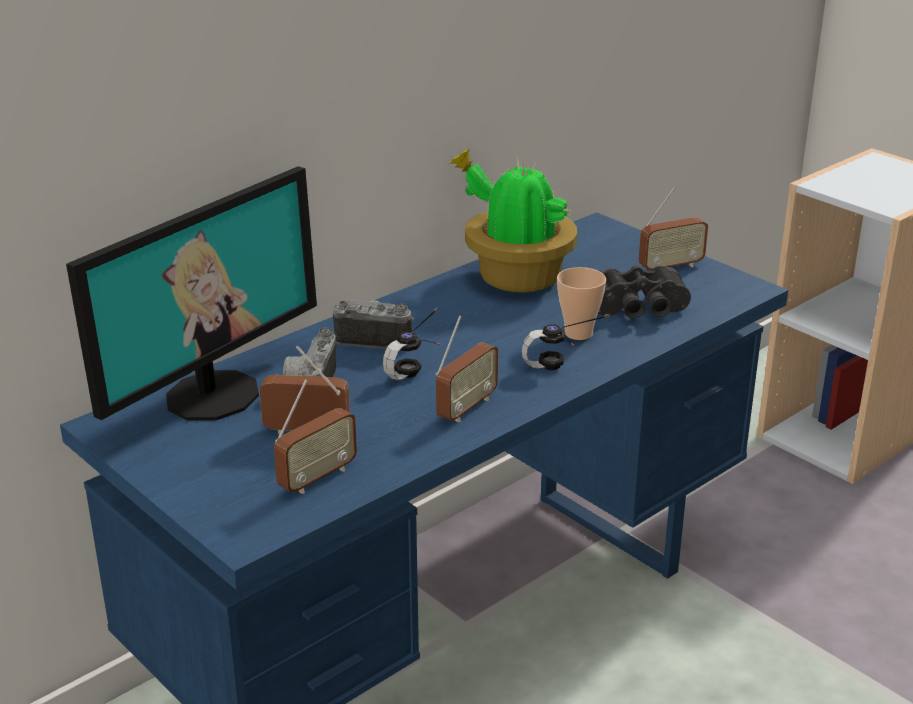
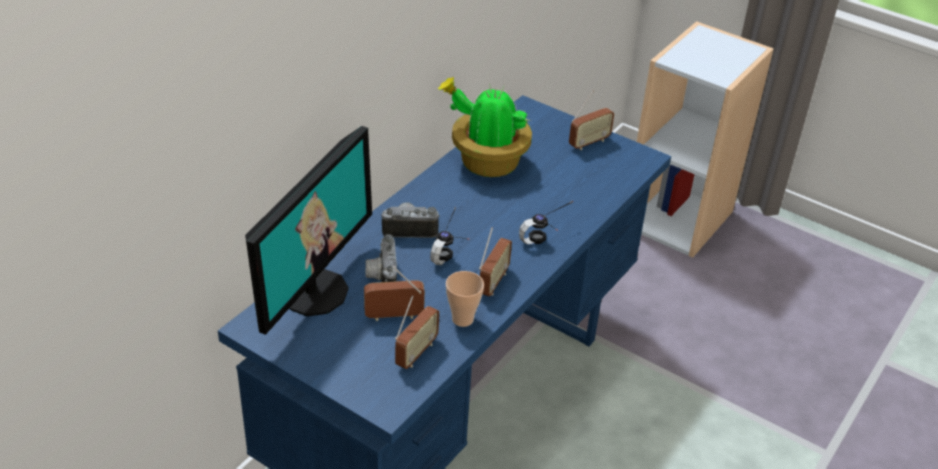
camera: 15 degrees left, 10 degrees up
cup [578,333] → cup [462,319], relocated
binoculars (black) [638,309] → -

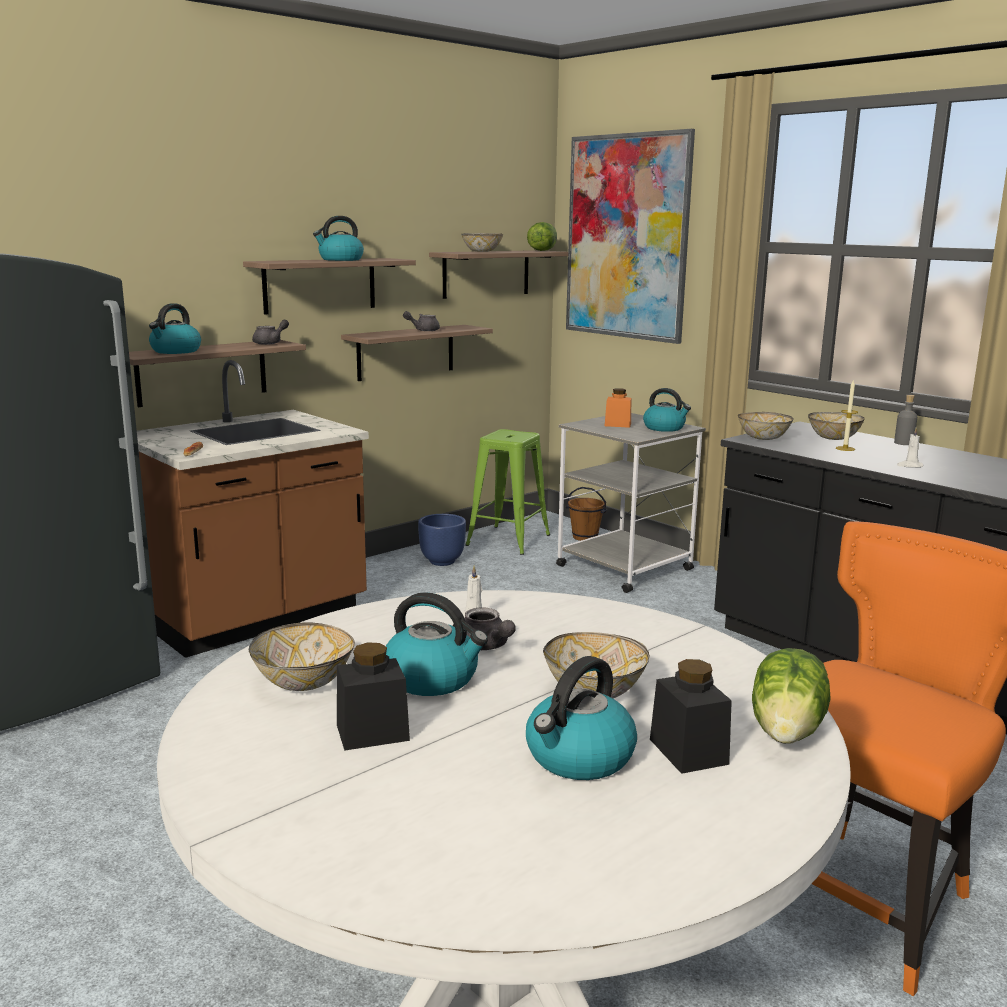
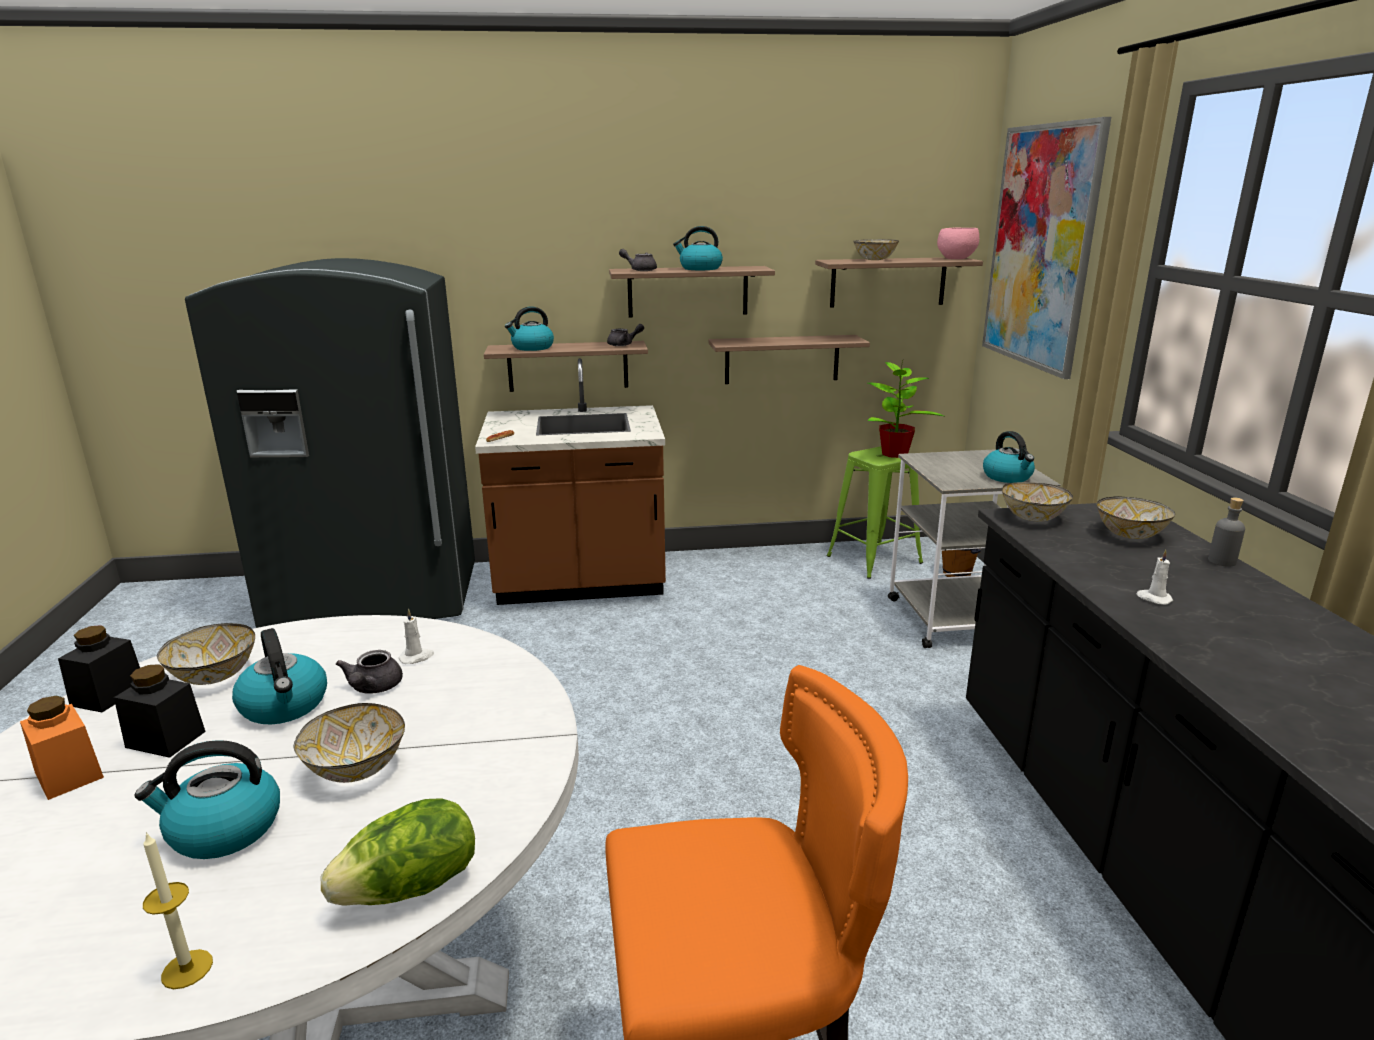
camera: 35 degrees right, 5 degrees up
jar (orange) [617,424] → jar (orange) [69,775], relocated
jar (black) [688,751] → jar (black) [108,695], relocated
candle [845,448] → candle [187,969], relocated
teapot (grey) [423,330] → teapot (grey) [640,270], relocated
- → potted plant [895,454]
lettuce [542,250] → bowl (pink) [955,259]
planter (blue) [442,561] → -

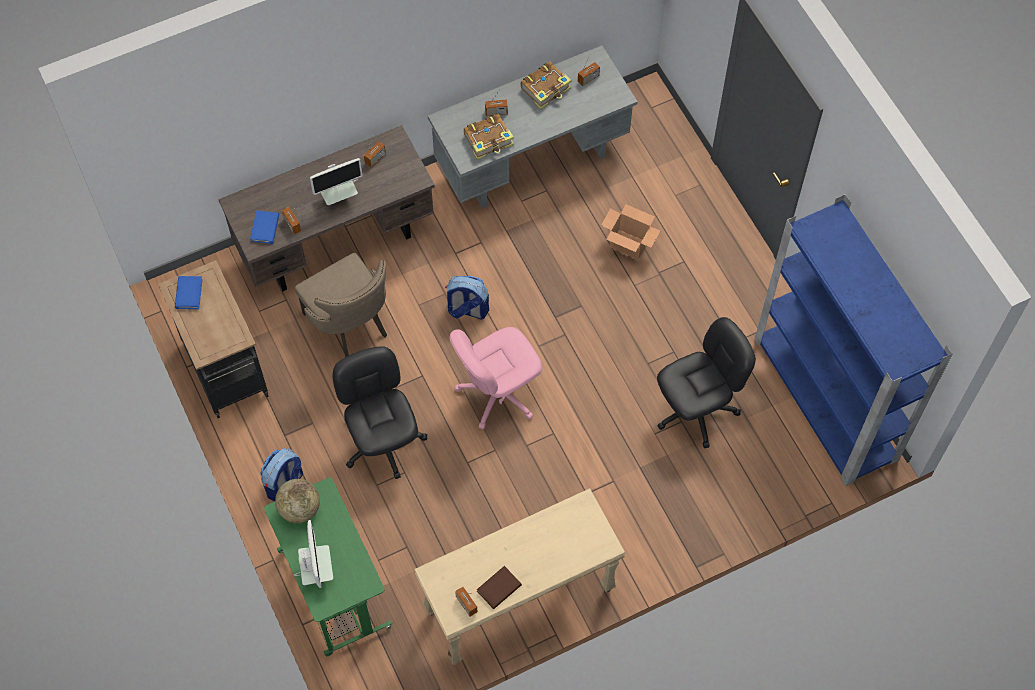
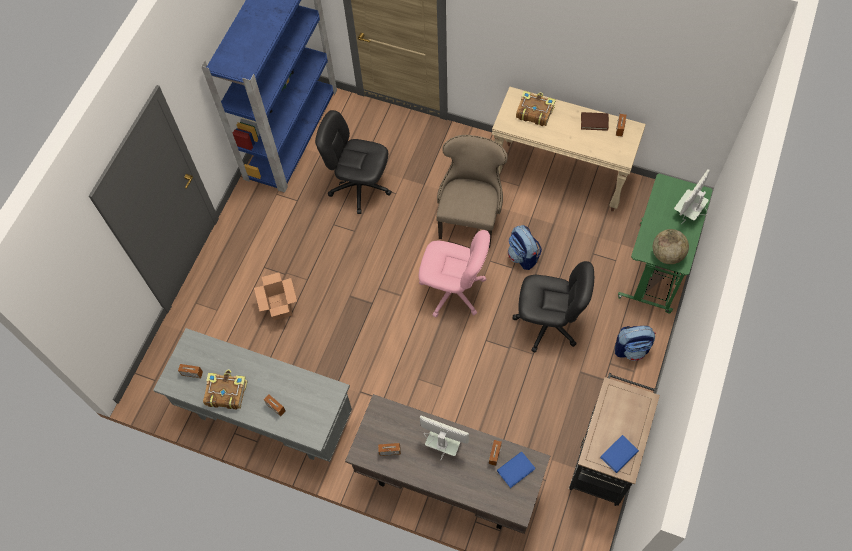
camera: 130 degrees left, 0 degrees up
chair (beige) [350,324] → chair (beige) [470,217], relocated
backpack [467,309] → backpack [523,256], relocated
office chair (black) [383,440] → office chair (black) [548,323], 105 degrees counterclockwise
book [489,141] → book [534,112], relocated

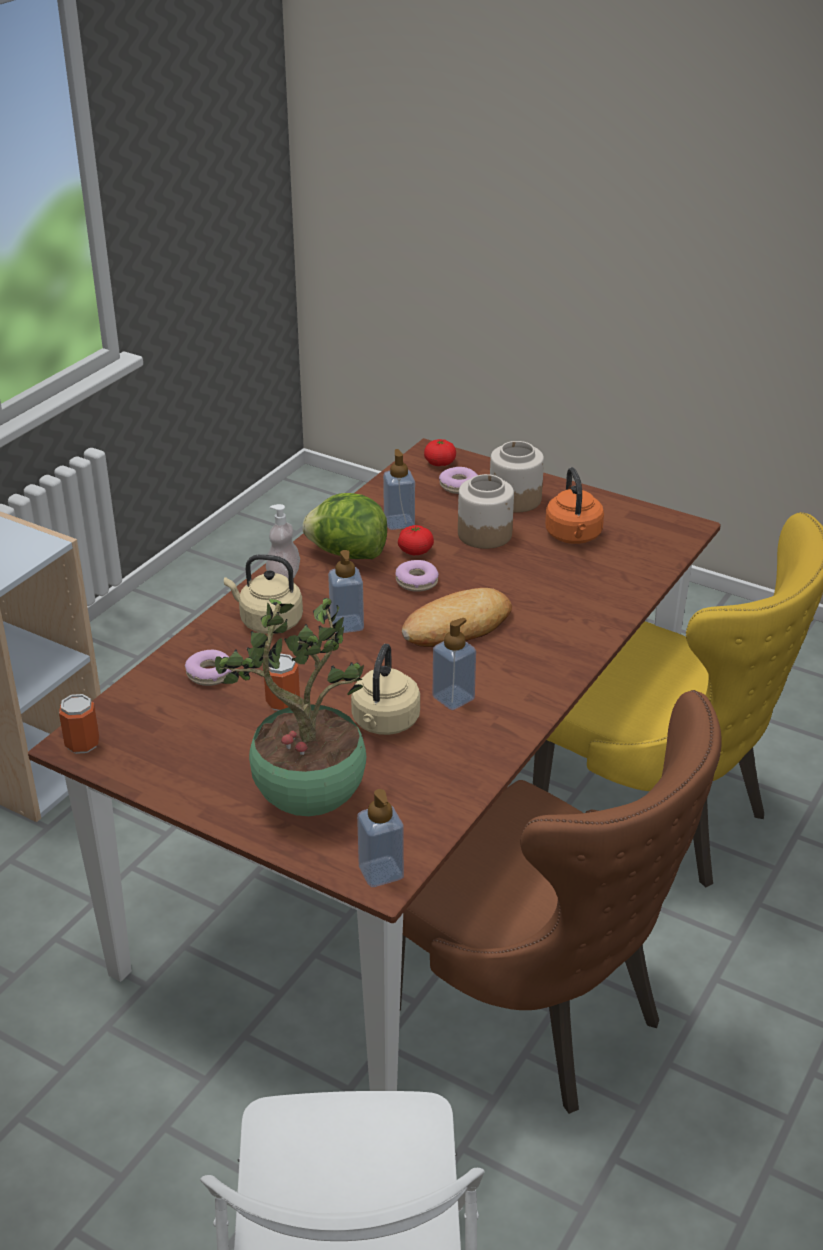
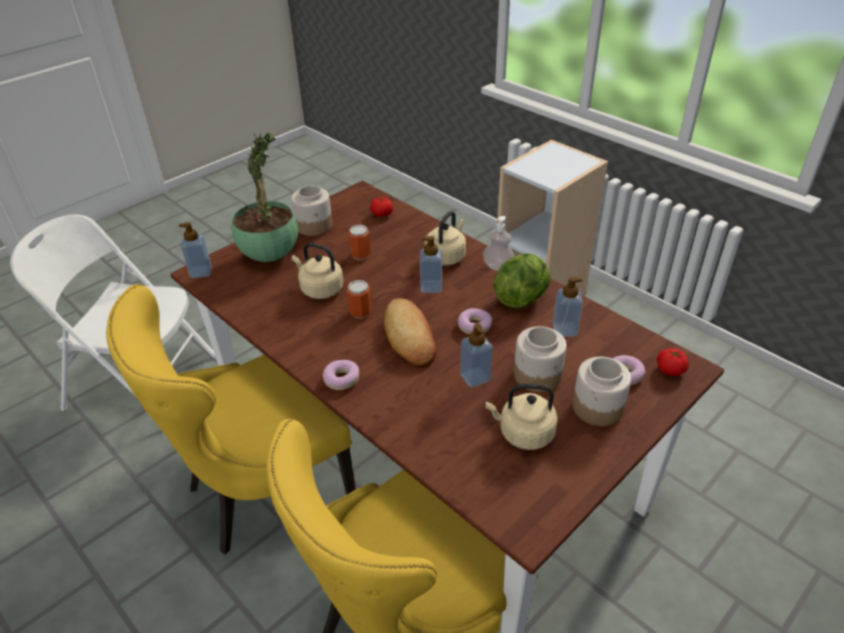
camera: 105 degrees right, 5 degrees up
chair (brown) [538,1014] → chair (yellow) [262,490]
- → jar [314,226]
donut [209,674] → donut [341,379], relocated
can [82,744] → can [360,312], relocated
tomato [415,551] → tomato [382,214], relocated
soap dispenser [453,698] → soap dispenser [475,377], relocated
kettle (orange) [574,536] → kettle (beige) [523,433]

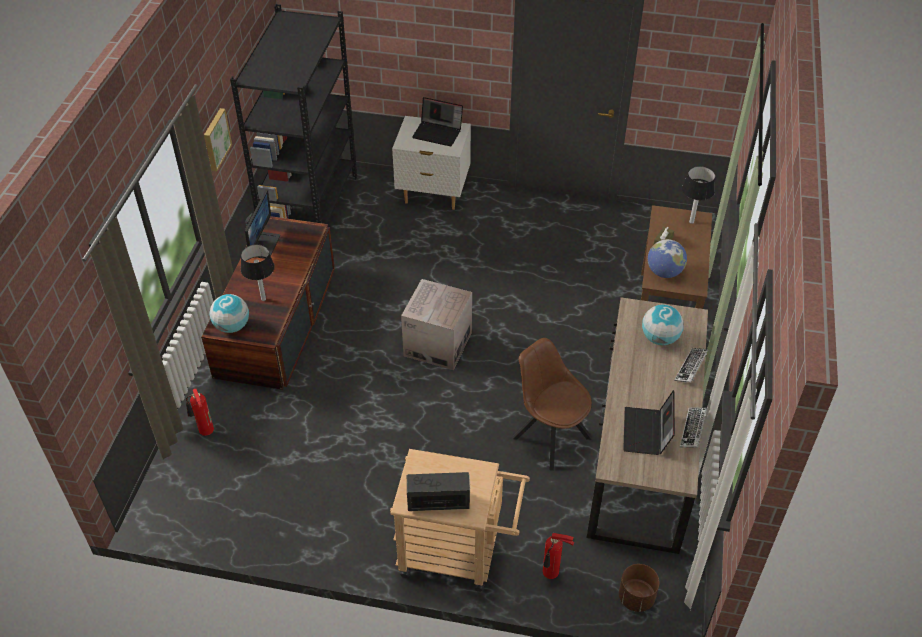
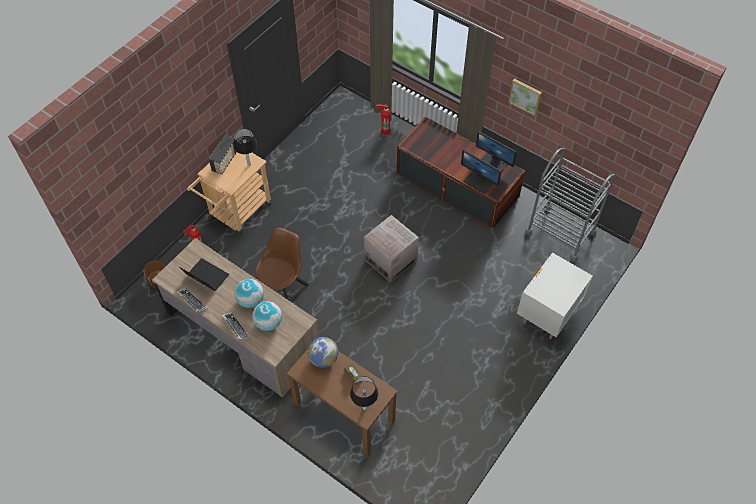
camera: 115 degrees right, 10 degrees up
table lamp [263,299] → table lamp [249,164], relocated
globe [232,326] → globe [251,300], relocated
chair (brown) [550,436] → chair (brown) [283,289], 45 degrees counterclockwise
- → monitor [478,182]
bookcase (black) [310,210] → cart (grey) [560,232]
laptop [438,133] → -

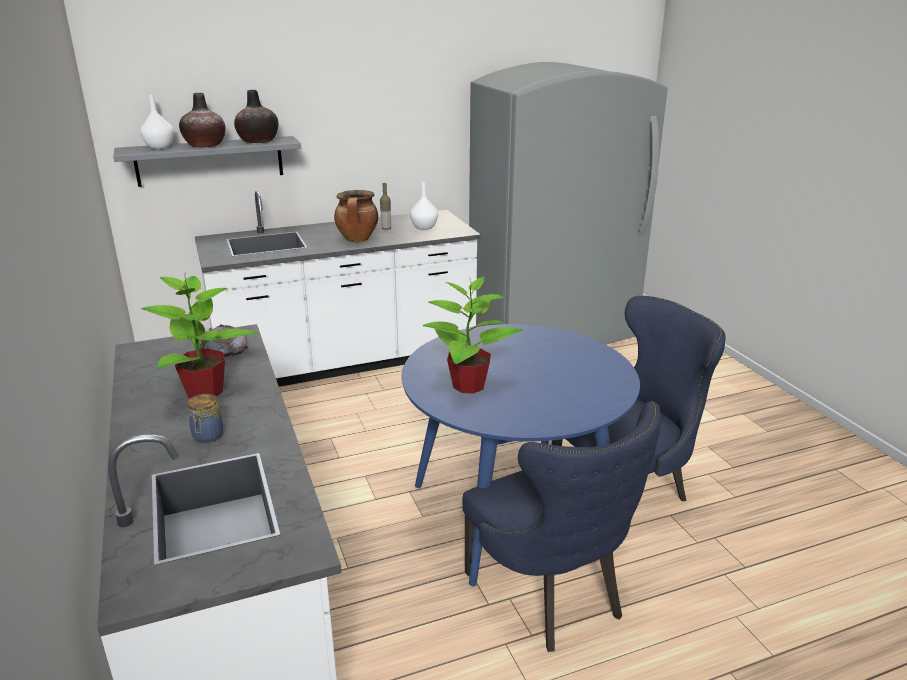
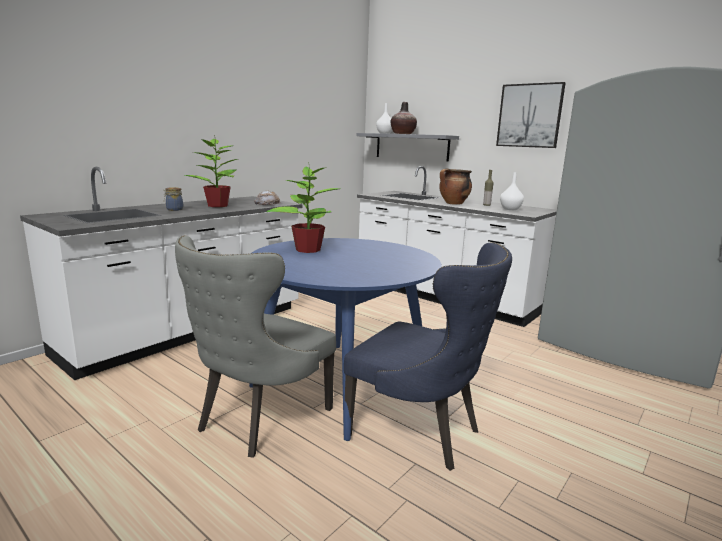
camera: 60 degrees right, 10 degrees down
chair (blue) [551,594] → chair (grey) [259,419]
- → picture [529,116]
vase [258,141] → -

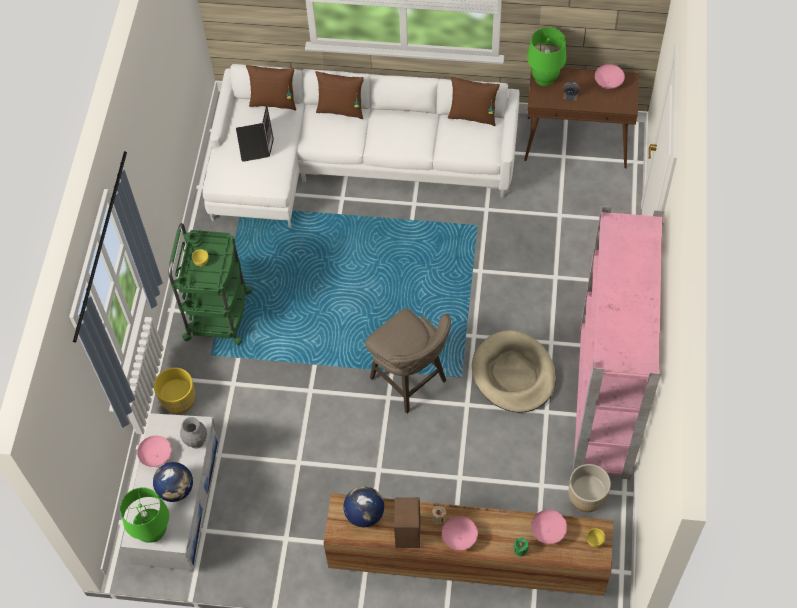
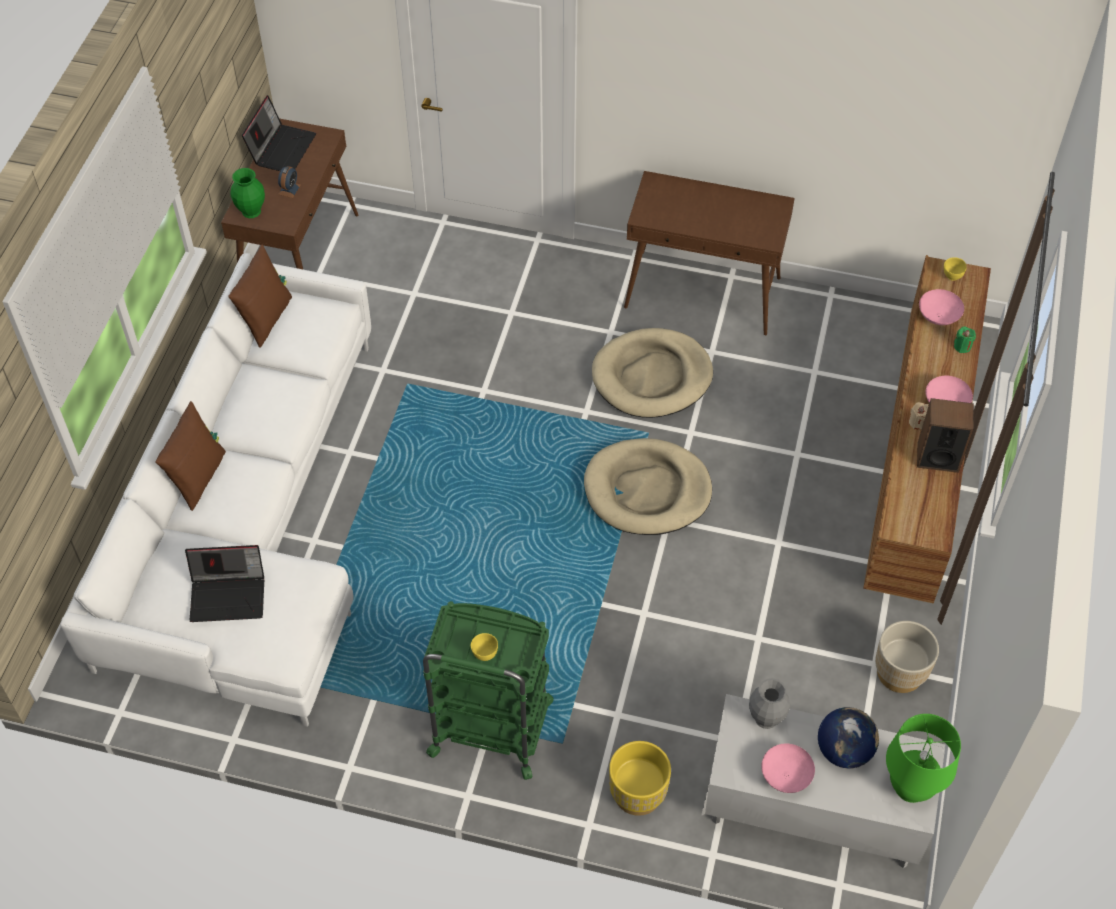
camera: 85 degrees left, 5 degrees down
table lamp (green) [544,79] → vase (green) [250,211]
bowl (pink) [609,83] → laptop [282,148]
stool (beige) [410,382] → dog bed (beige) [647,490]
bookcase (pink) [604,401] → console table (brown) [703,293]
planter (beige) [586,497] → planter (beige) [899,673], relocated
pillow (brown) [273,103] → -
globe [364,514] → -

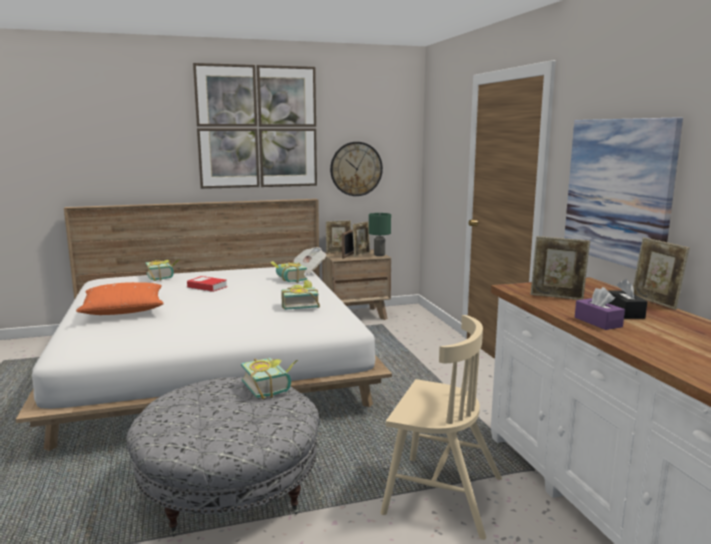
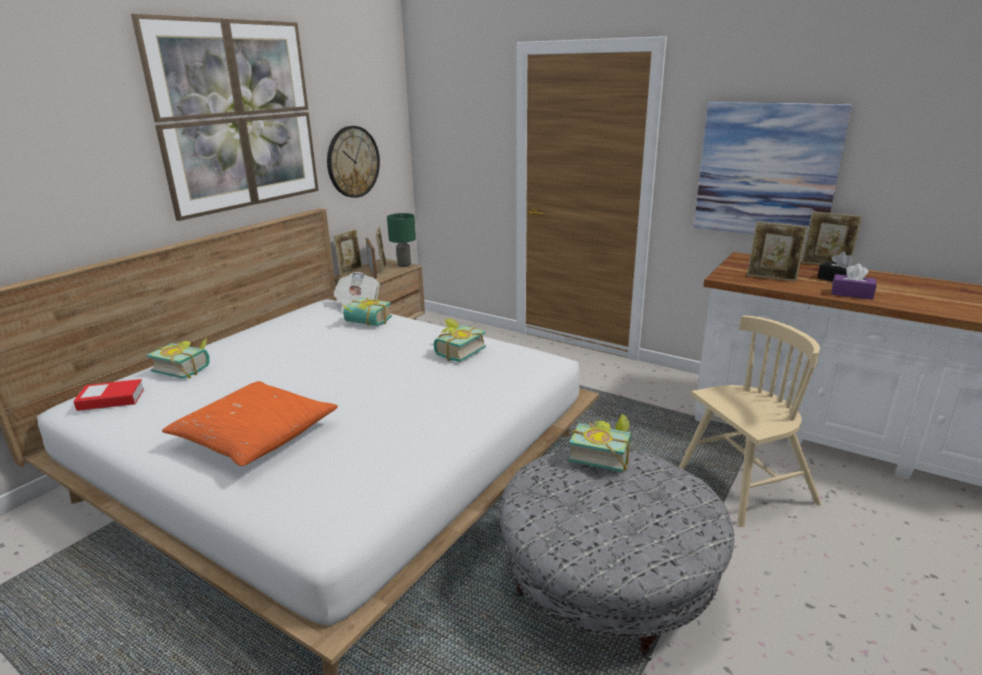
camera: 40 degrees left, 10 degrees up
book [207,287] → book [111,400], relocated
picture frame [557,297] → picture frame [771,278], 45 degrees clockwise

